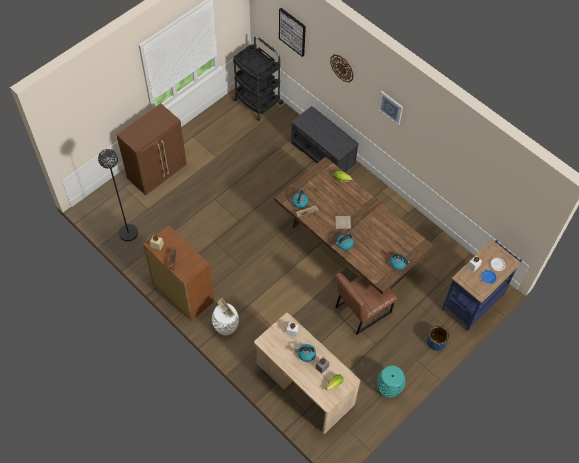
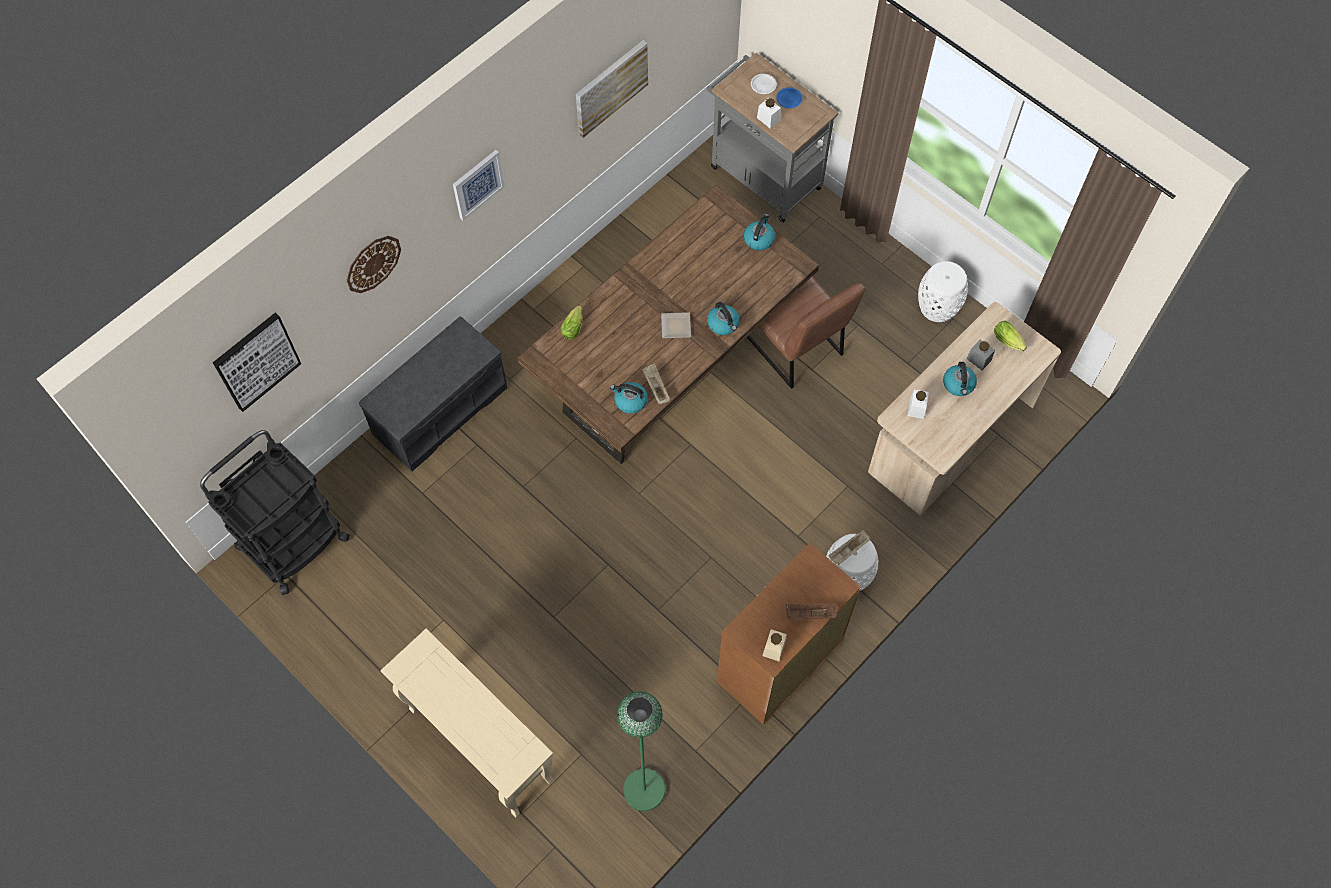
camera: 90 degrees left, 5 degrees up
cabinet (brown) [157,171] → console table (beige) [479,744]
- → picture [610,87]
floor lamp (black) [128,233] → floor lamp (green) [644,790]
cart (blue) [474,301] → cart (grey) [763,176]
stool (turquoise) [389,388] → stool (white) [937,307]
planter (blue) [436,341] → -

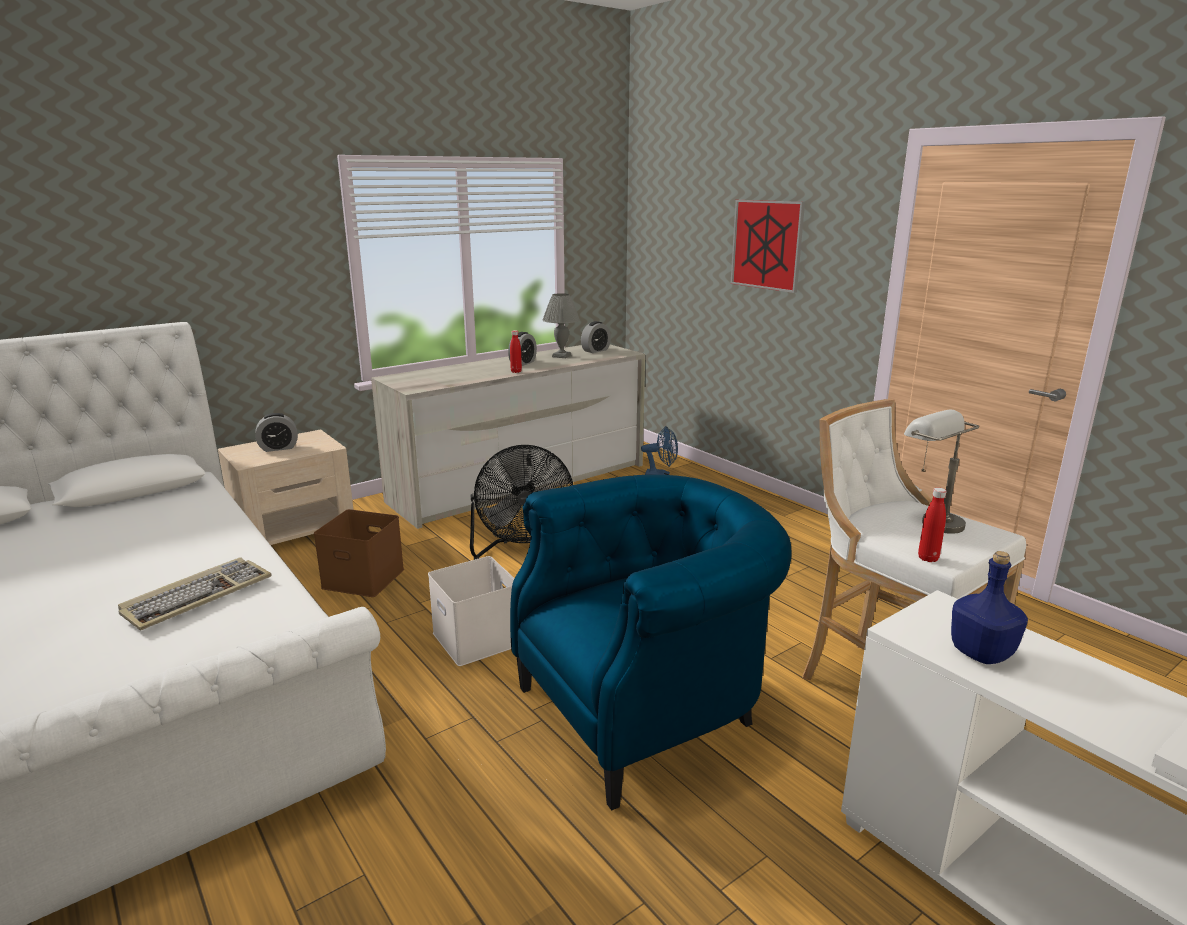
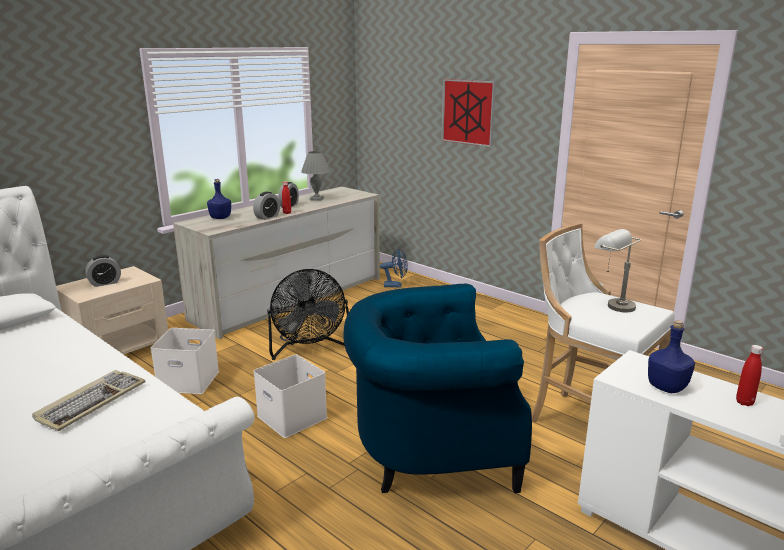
camera: 10 degrees left, 0 degrees up
storage box (brown) [365,578] → storage box (white) [190,380]
- → bottle (blue) [220,218]
alarm clock [595,350] → alarm clock [267,217], relocated
armchair (blue) [647,711] → armchair (blue) [431,454], 150 degrees counterclockwise
bottle (red) [928,558] → bottle (red) [744,402], relocated

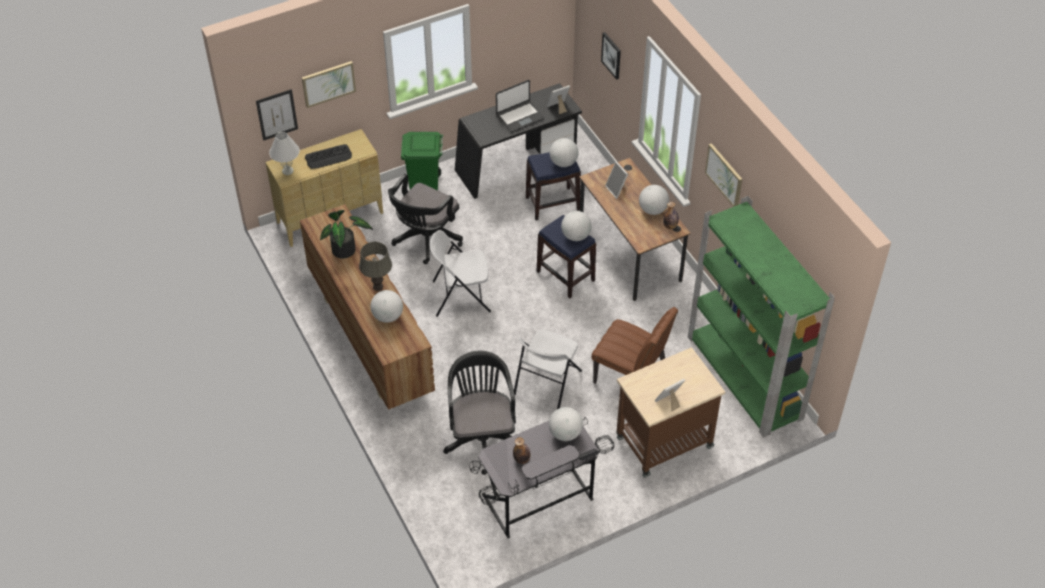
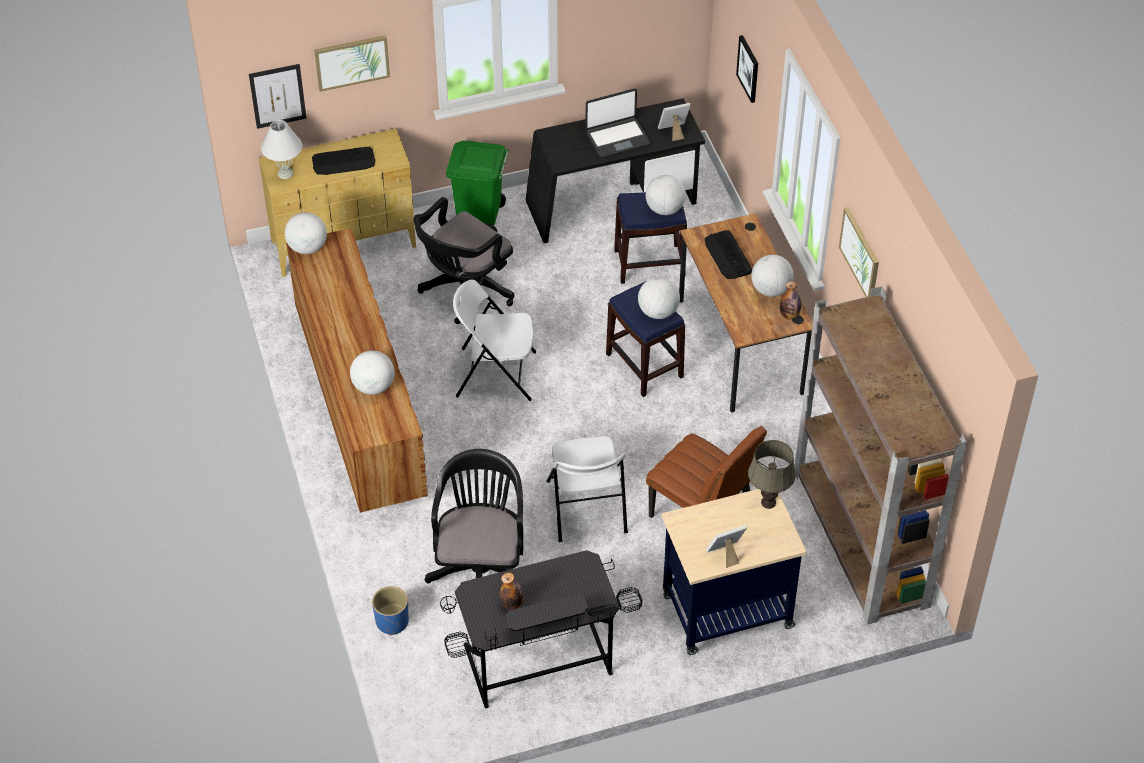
camera: 10 degrees right, 0 degrees up
globe [565,433] → globe [307,247], relocated
- → planter (blue) [392,621]
chair (white) [547,382] → chair (white) [586,507], 45 degrees counterclockwise
cart (brown) [664,444] → cart (blue) [726,613]
picture frame [617,190] → keyboard [728,256]
table lamp (grey) [377,287] → table lamp (grey) [768,503], relocated
bookcase (green) [744,377] → bookcase (brown) [860,538]
potted plant [346,251] → -

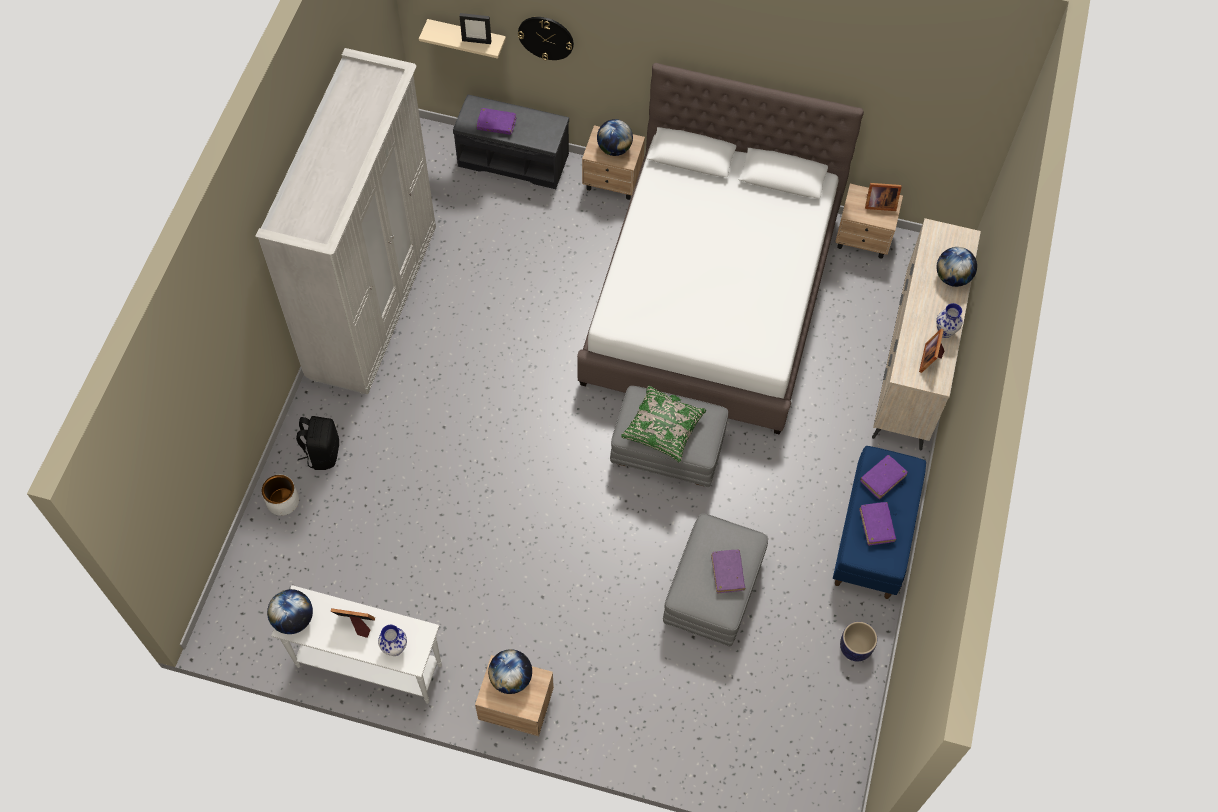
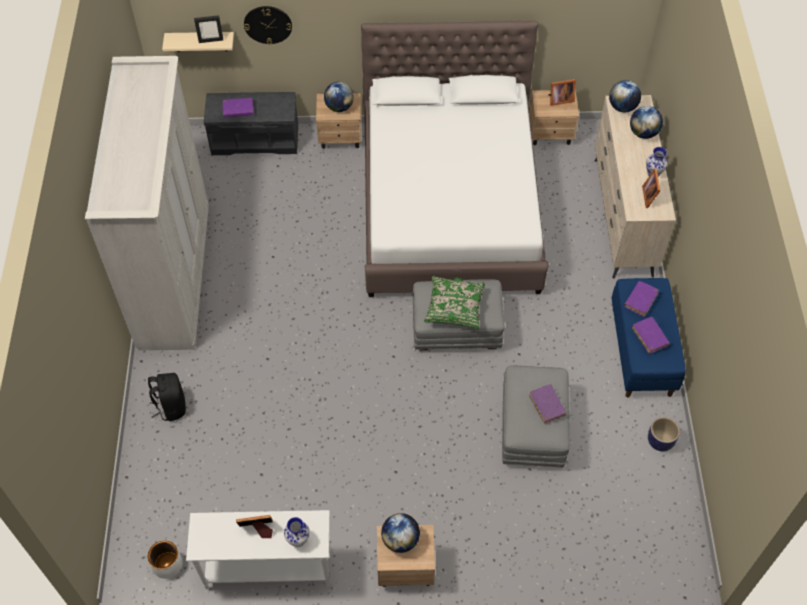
camera: 15 degrees left, 5 degrees down
planter (white) [282,501] → planter (white) [167,564], relocated
globe [293,619] → globe [622,107], relocated

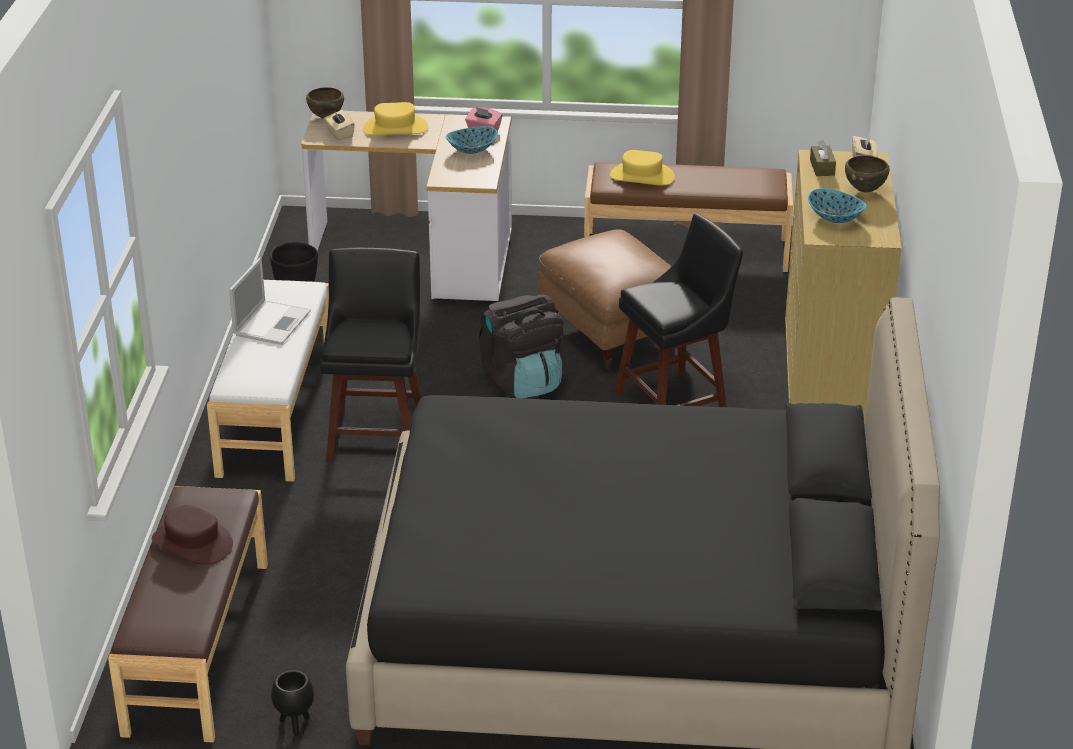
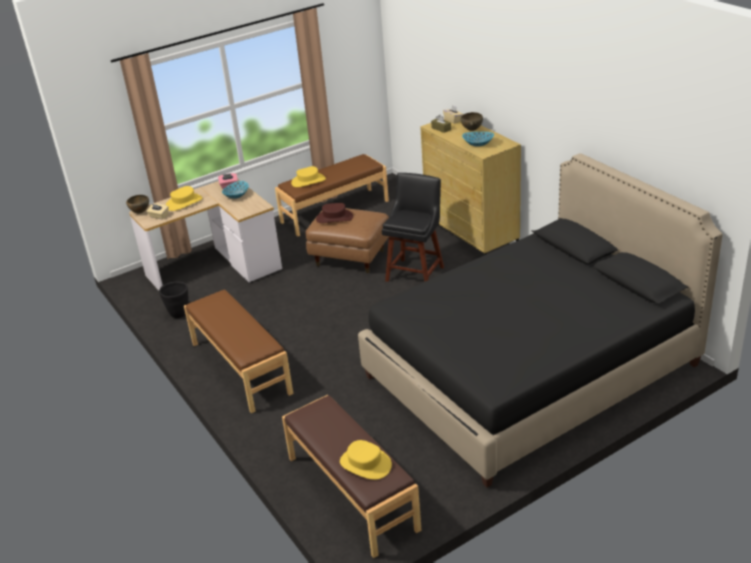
camera: 35 degrees left, 0 degrees up
bench (white) [275,412] → bench (brown) [240,368]
hat (brown) [193,542] → hat (brown) [334,218], relocated
- → hat (yellow) [365,464]
laptop [272,322] → -
planter (black) [295,724] → -
chair (black) [378,435] → -
backpack (black) [522,381] → -

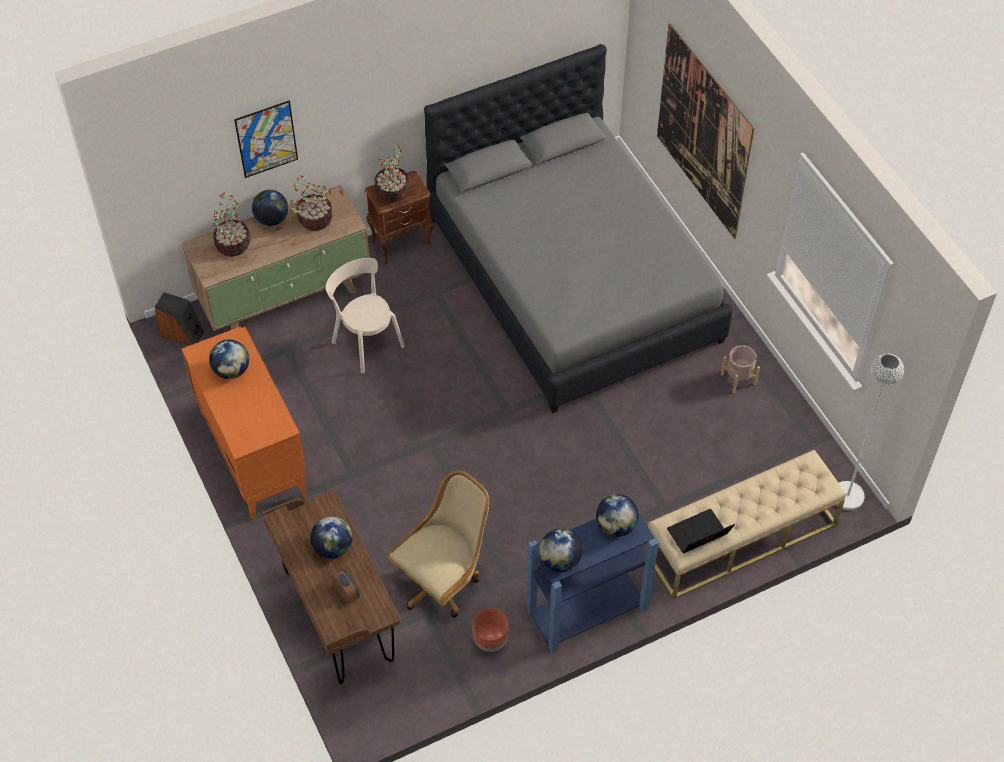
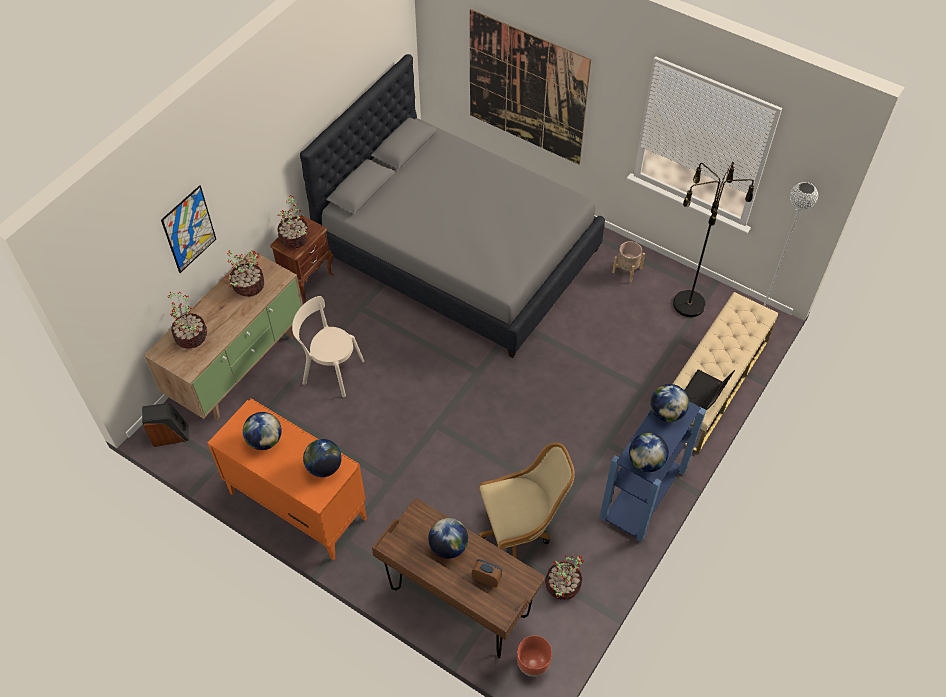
camera: 30 degrees left, 0 degrees up
globe [272,219] → globe [324,467], relocated
office chair (beige) [443,580] → office chair (beige) [521,528], 60 degrees clockwise
planter (brown) [490,641] → planter (brown) [532,664], relocated
- → potted plant [562,586]
- → floor lamp [688,304]

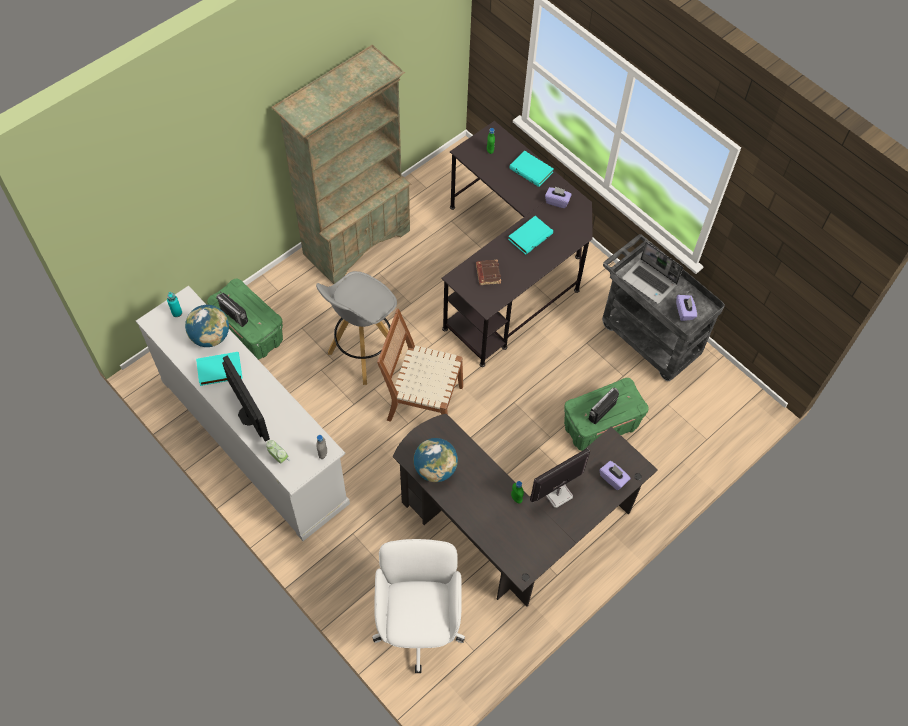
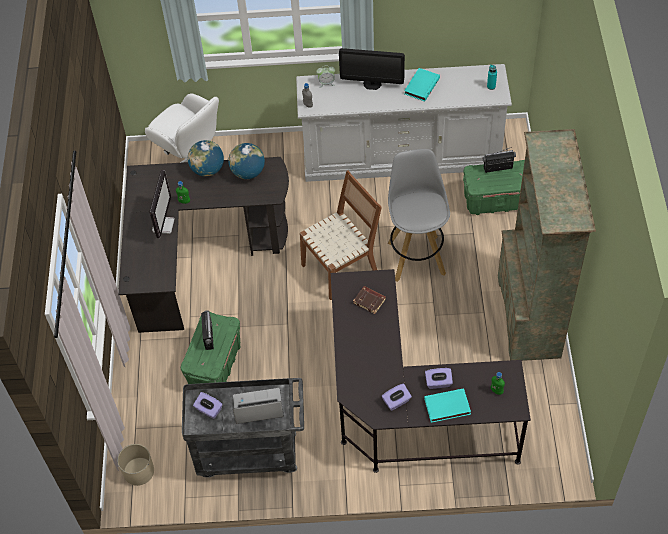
camera: 135 degrees right, 5 degrees down
- → planter (beige) [138,471]
globe [210,336] → globe [208,170], relocated
tissue box (purple) [613,479] → tissue box (purple) [438,383], relocated
book (turquoise) [529,236] → -

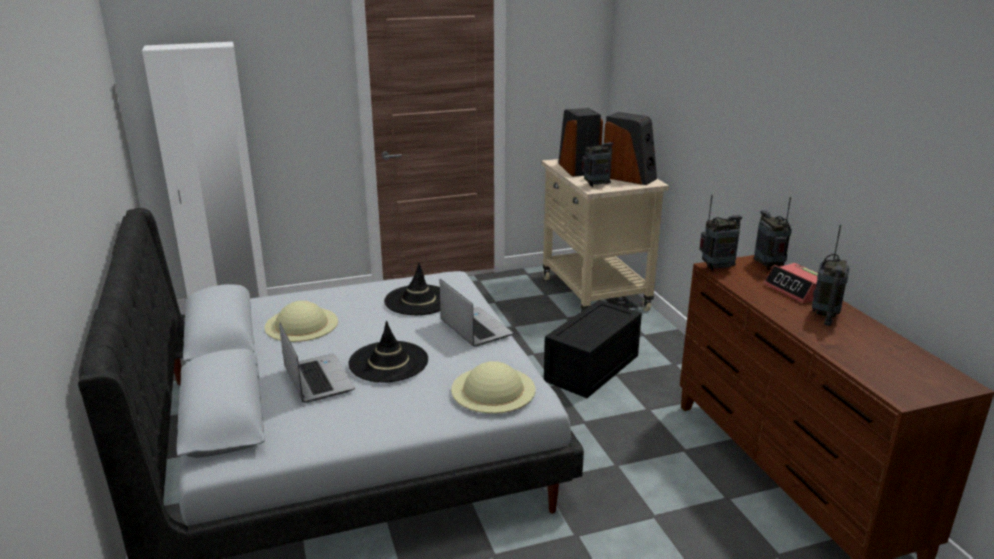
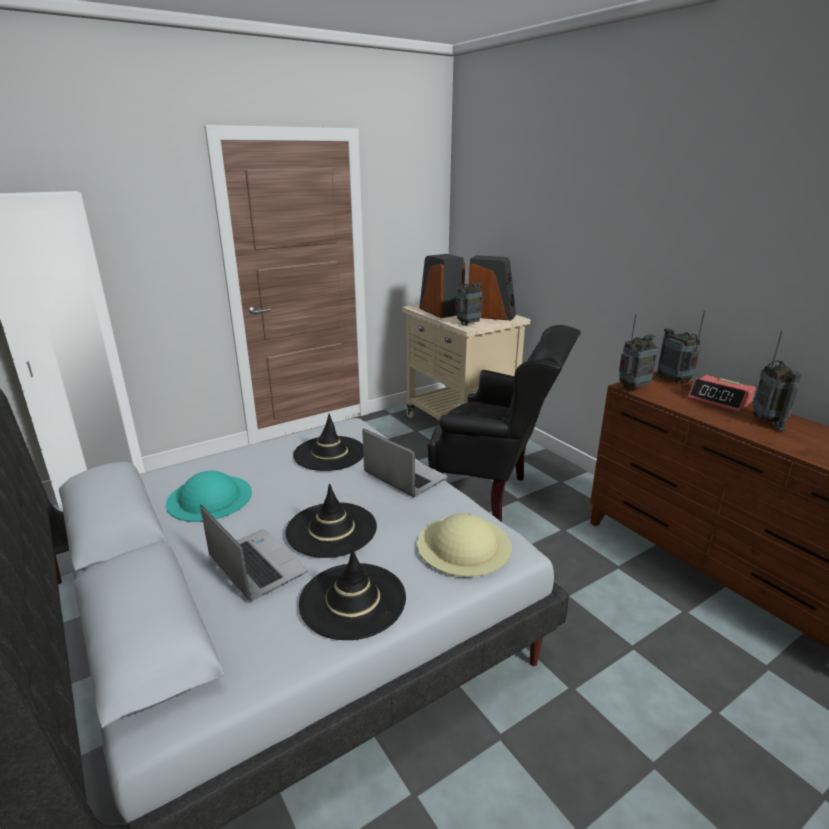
camera: 15 degrees left, 0 degrees up
hat (beige) [301,324] → hat (turquoise) [209,497]
- → hat (black) [352,600]
storage box (black) [592,369] → armchair (black) [493,497]

